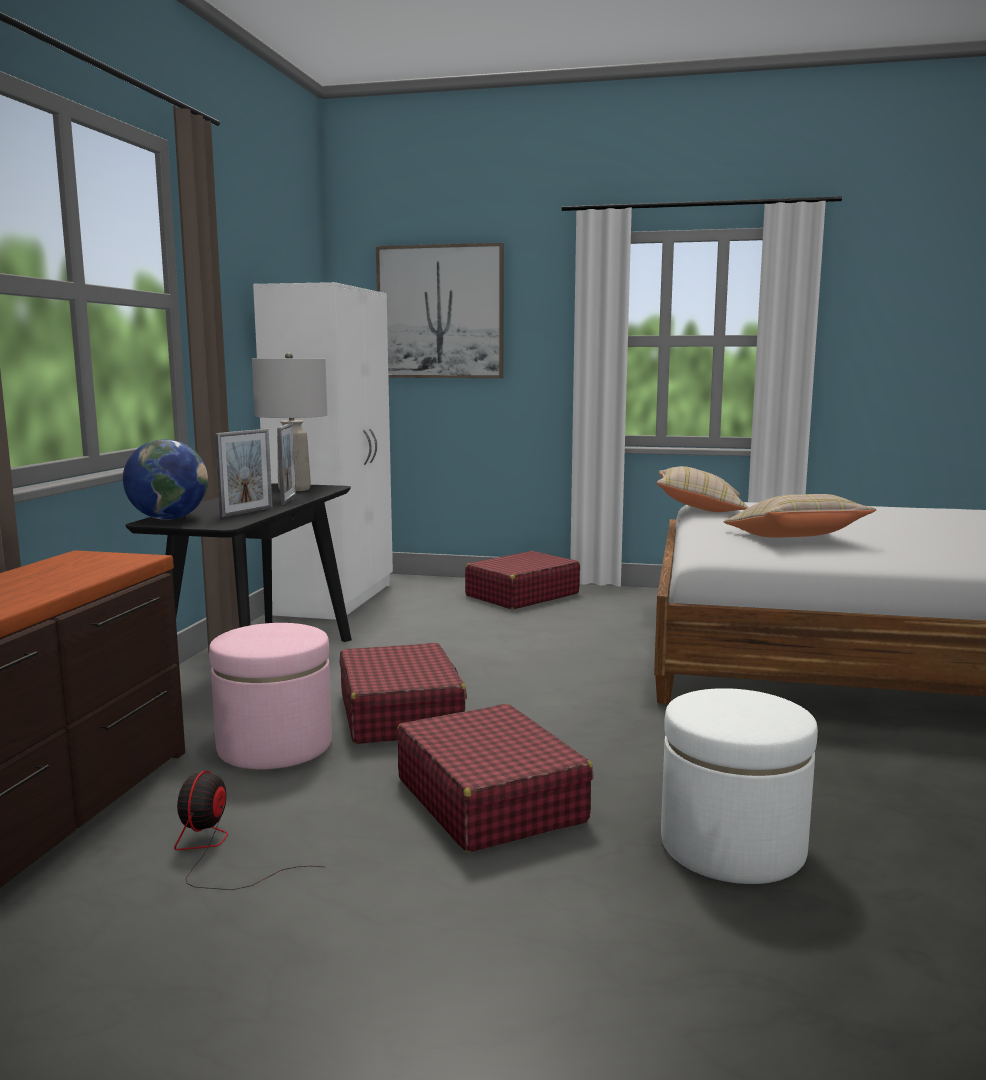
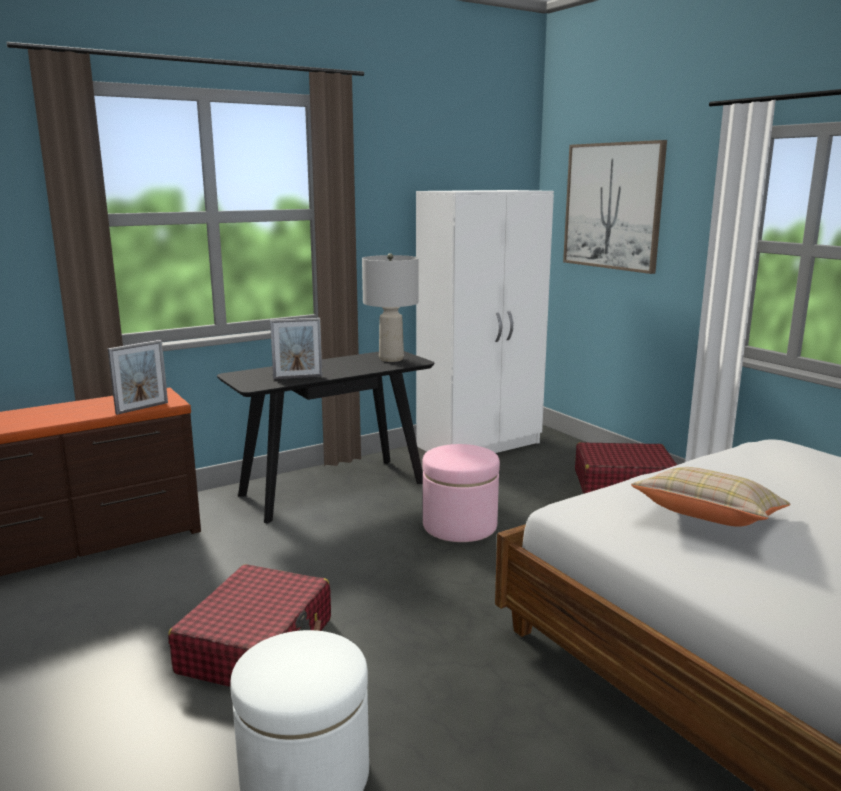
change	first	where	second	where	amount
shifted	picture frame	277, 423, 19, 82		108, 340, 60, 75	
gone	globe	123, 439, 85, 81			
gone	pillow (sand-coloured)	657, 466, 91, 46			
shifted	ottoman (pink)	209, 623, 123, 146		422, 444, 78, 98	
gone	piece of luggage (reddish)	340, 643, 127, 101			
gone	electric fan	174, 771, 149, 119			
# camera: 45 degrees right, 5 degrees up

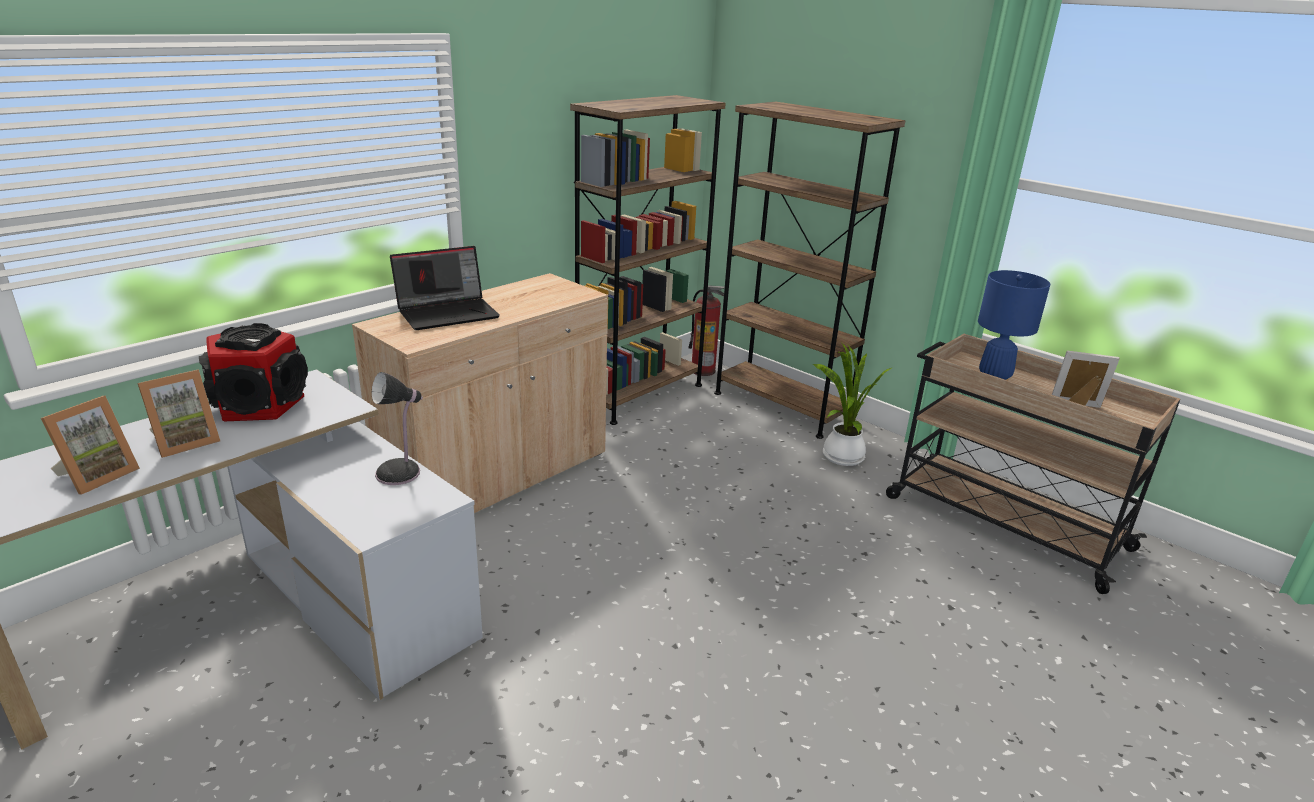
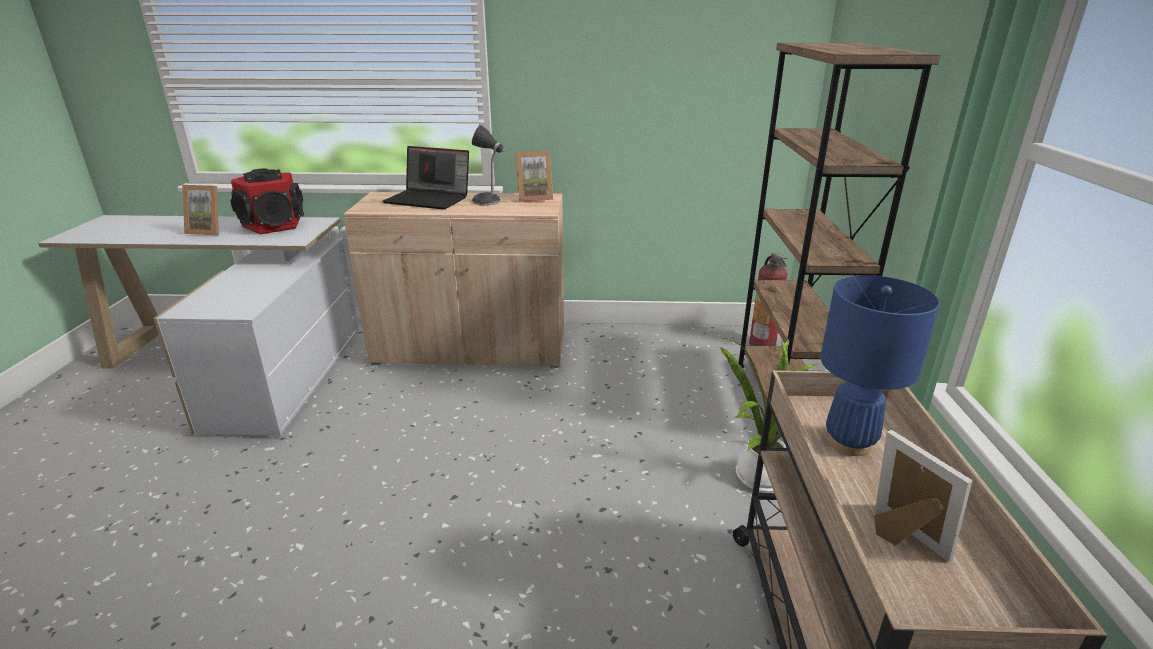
change	first	where	second	where	amount
gone	bookshelf (brown)	570, 95, 156, 330			
shifted	tabletop lamp	372, 372, 51, 113		472, 125, 33, 80	
shifted	picture frame	41, 396, 99, 99		516, 151, 37, 51	
# camera: 50 degrees right, 0 degrees up

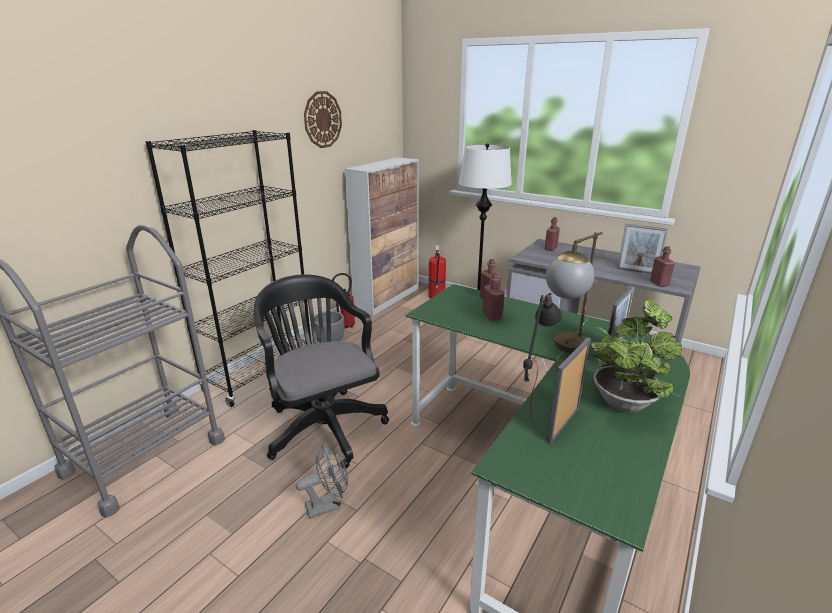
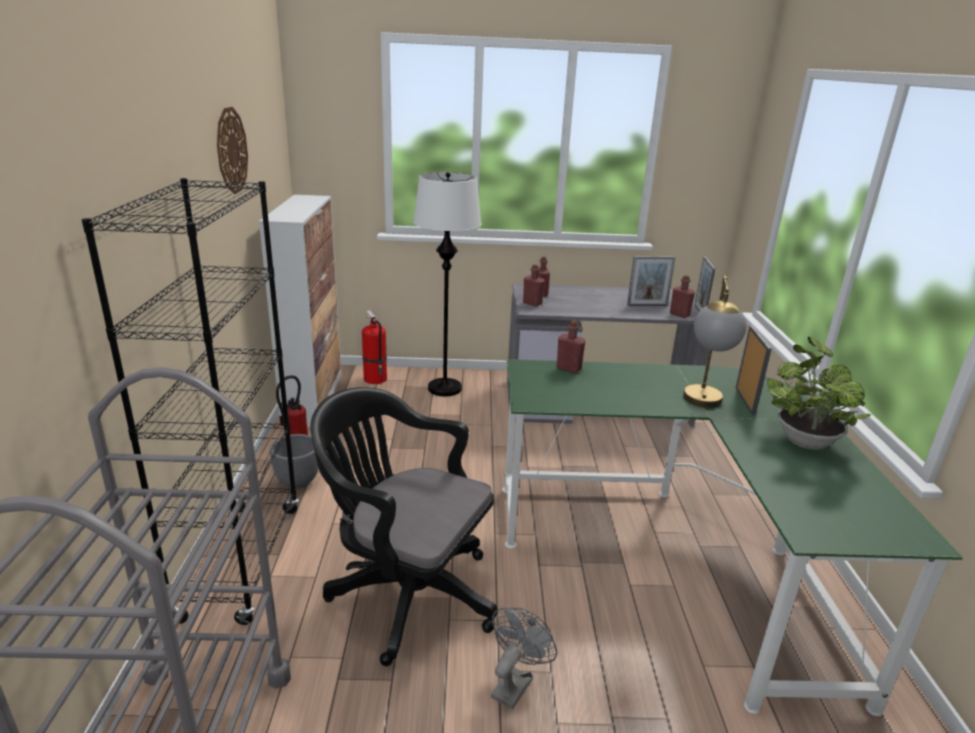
change	first	where	second	where	amount
shifted	drink bottle (reddish)	483, 273, 22, 48		523, 264, 22, 42	
gone	tabletop lamp (black-coloured)	523, 293, 40, 130			
shifted	picture frame	547, 338, 44, 106		694, 256, 21, 56	
# camera: 35 degrees left, 0 degrees up

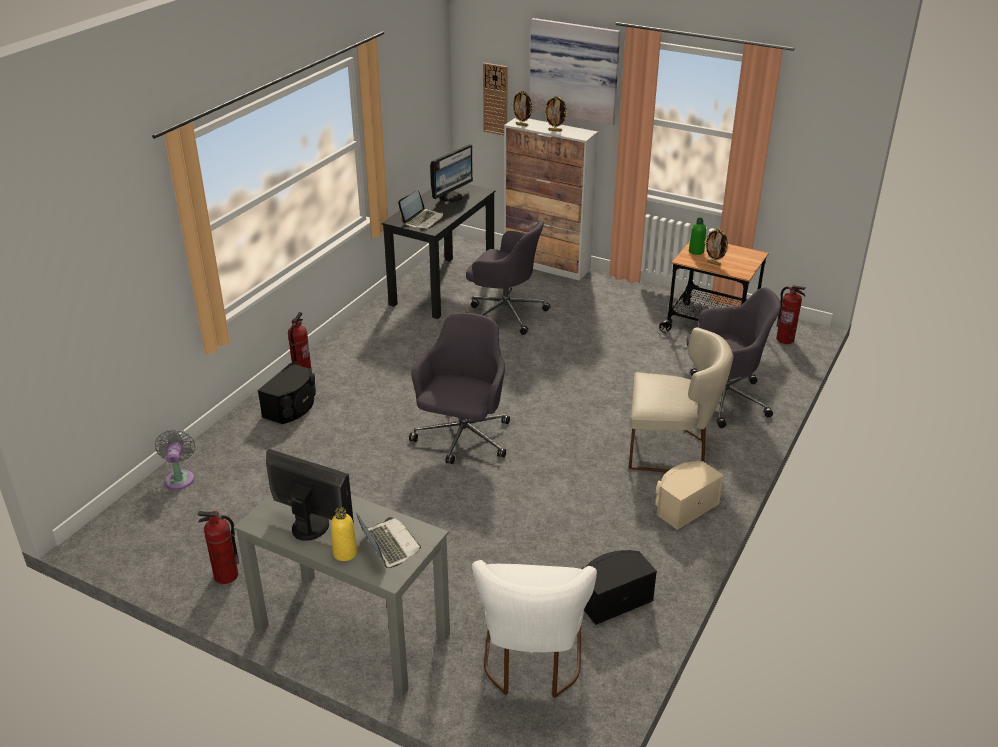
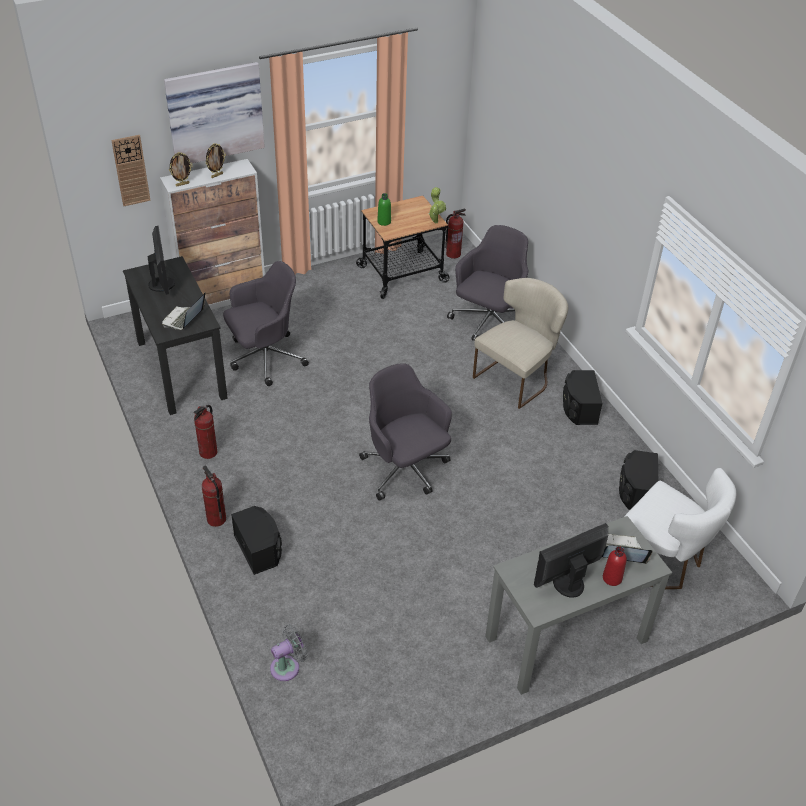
change	first	where	second	where	amount
rotated	portable computer	398, 190, 45, 39		162, 293, 43, 37	135 degrees counterclockwise
gone	picture frame	704, 229, 25, 37			
rotated	electric fan (greyish)	155, 429, 40, 61		270, 625, 38, 56	120 degrees clockwise
repainted	audio speaker (sand-coloured)	655, 461, 69, 69	audio speaker (black-coloured)	563, 370, 40, 55	
repainted	drink bottle (yellowish)	331, 507, 26, 54	drink bottle (reddish)	603, 546, 24, 40	
shifted	fire-fighting cylinder	198, 511, 41, 73		193, 405, 25, 54	
new			potted plant	428, 187, 18, 36	
# camera: 55 degrees left, 10 degrees up

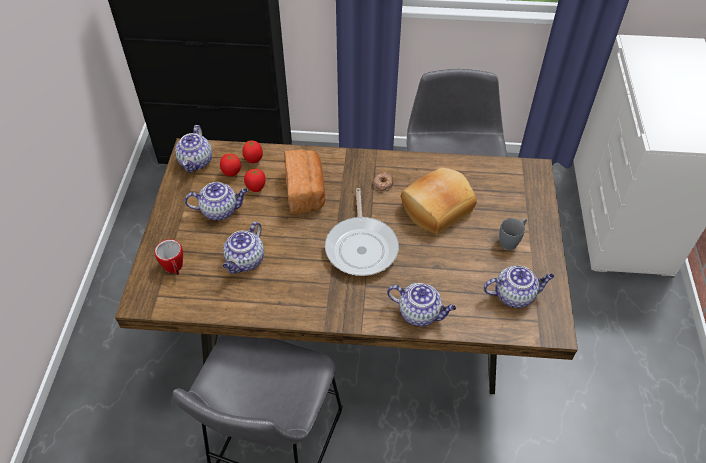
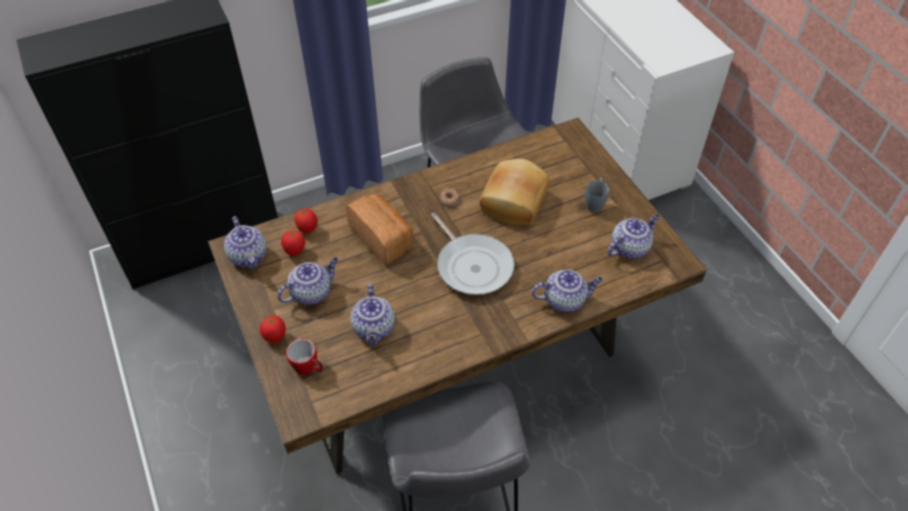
change	first	where	second	where	amount
shifted	fresh tomato	244, 169, 21, 23		260, 315, 26, 28	
# camera: 30 degrees left, 0 degrees up

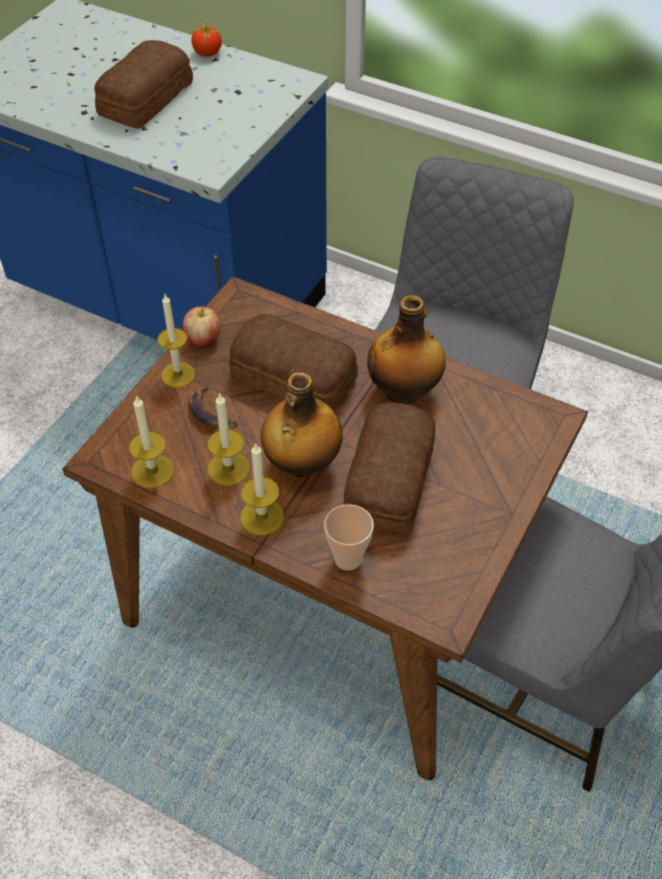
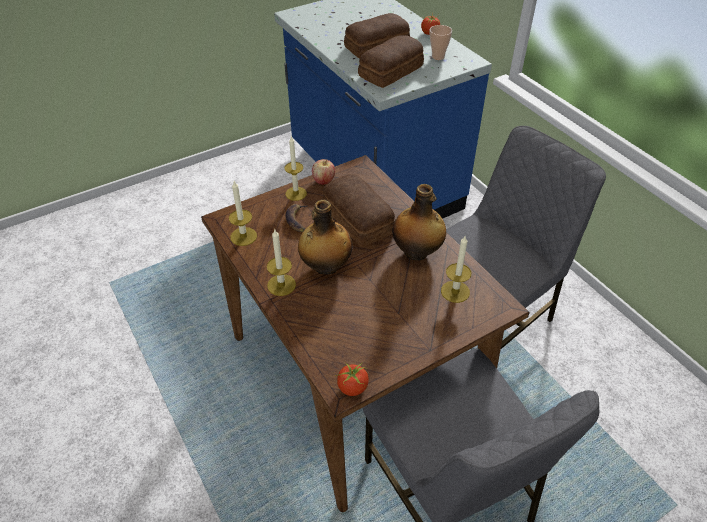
change	first	where	second	where	amount
shifted	candle	207, 392, 43, 94		441, 236, 30, 67	
shifted	baked bread	343, 402, 92, 132		358, 35, 66, 53	
shifted	cup	324, 504, 50, 67		430, 25, 22, 35	
new			fresh tomato	335, 362, 34, 34	
# camera: 30 degrees right, 5 degrees down

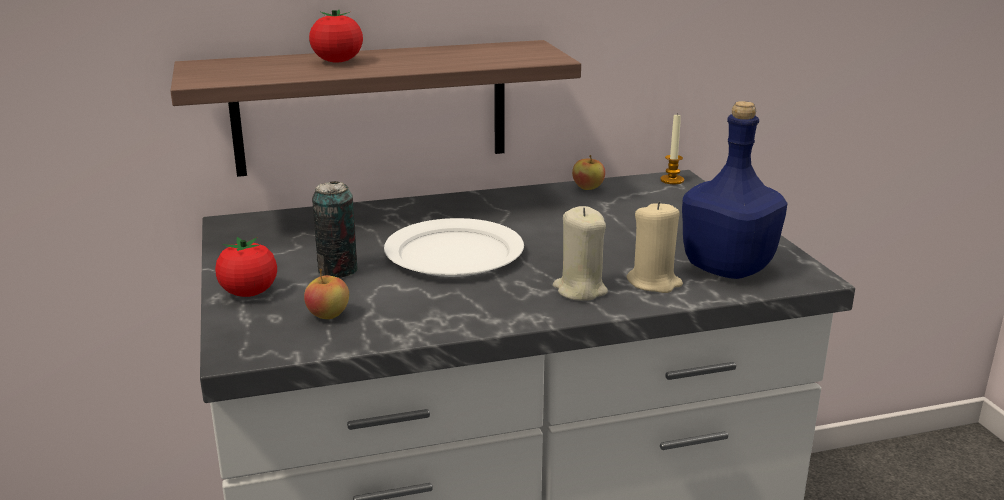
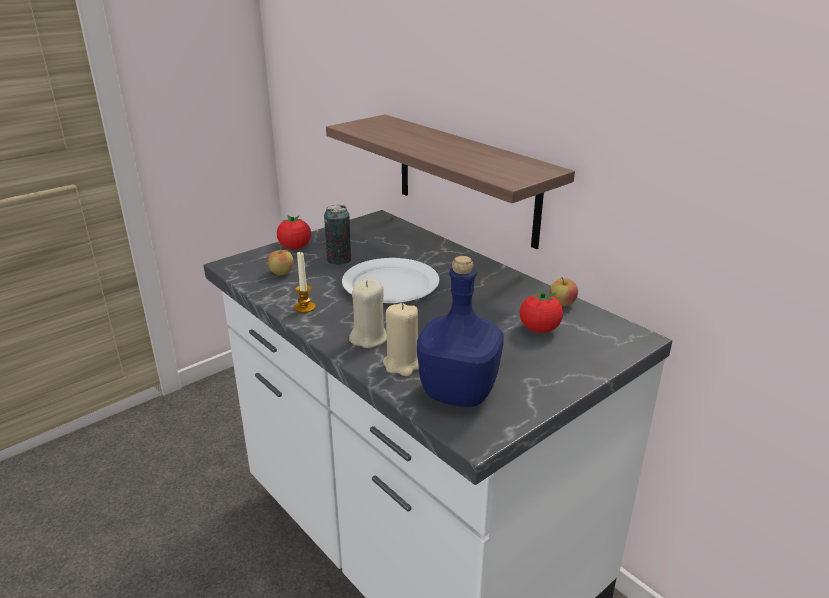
change	first	where	second	where	amount
shifted	fresh tomato	309, 10, 54, 53		520, 289, 43, 44	
shifted	candle	660, 112, 24, 72		294, 252, 22, 61	
# camera: 65 degrees right, 5 degrees up

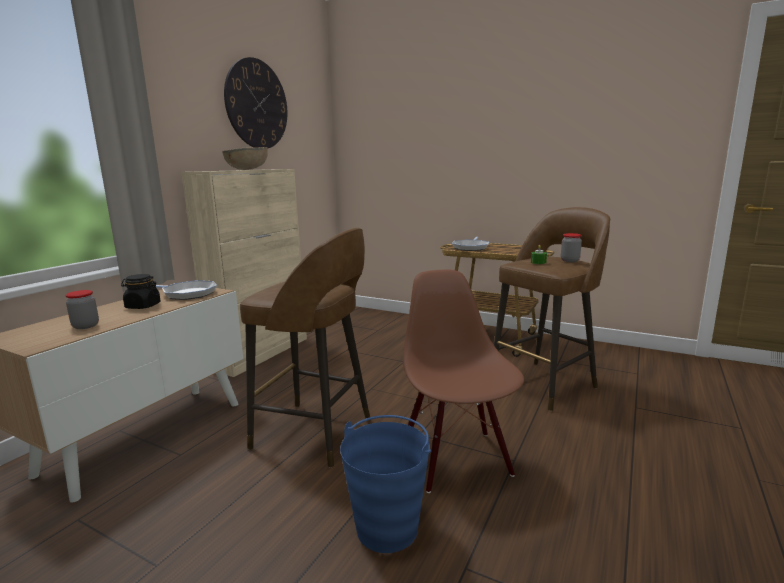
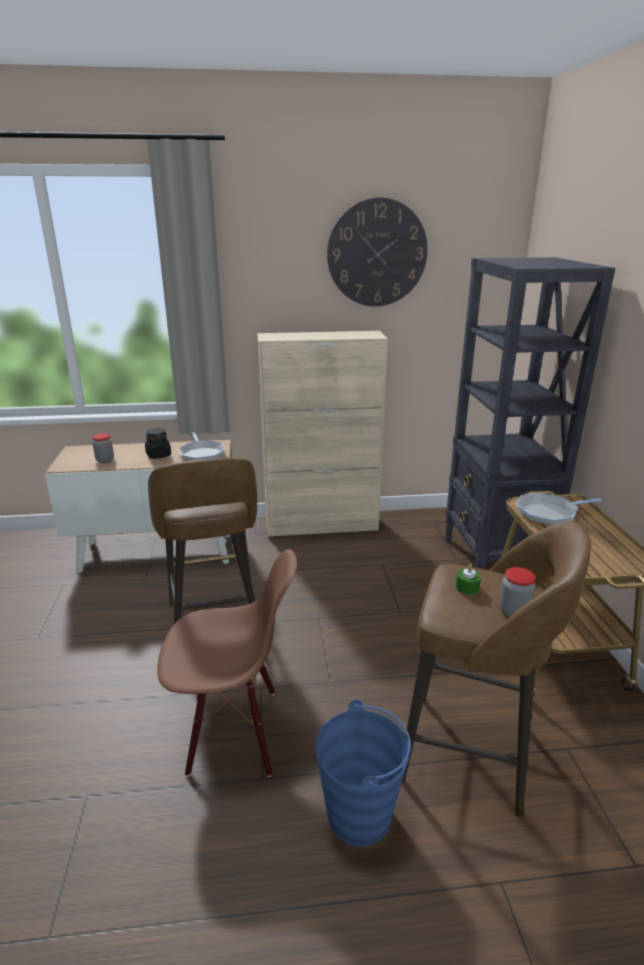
change	first	where	second	where	amount
gone	serving bowl (brown)	222, 147, 46, 23			
rotated	upright chair (brown)	403, 269, 121, 224		157, 549, 140, 228	45 degrees clockwise
shifted	bucket (bluish)	340, 415, 91, 138		315, 700, 96, 146	
new			bookshelf (black-coloured)	445, 257, 170, 312	
# camera: 55 degrees right, 10 degrees up

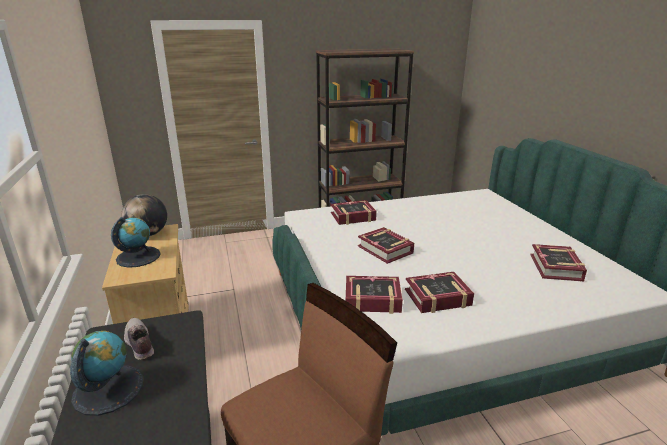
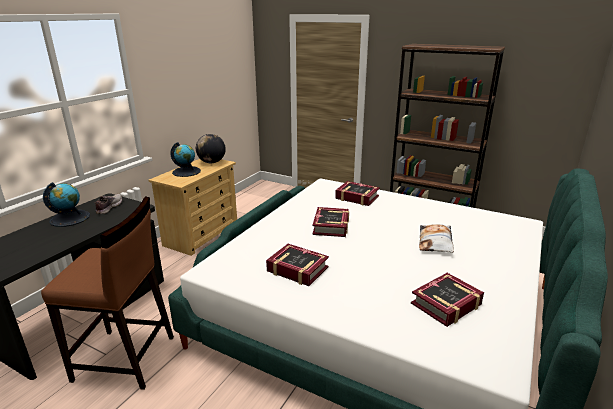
change	first	where	second	where	amount
gone	bound book	346, 276, 57, 38			
new			pillow	419, 224, 35, 29	
# camera: 45 degrees right, 0 degrees up

